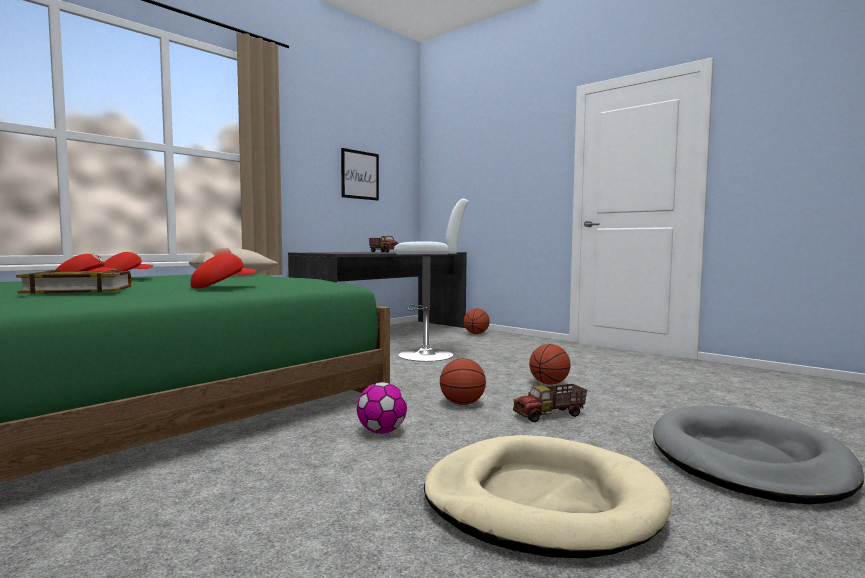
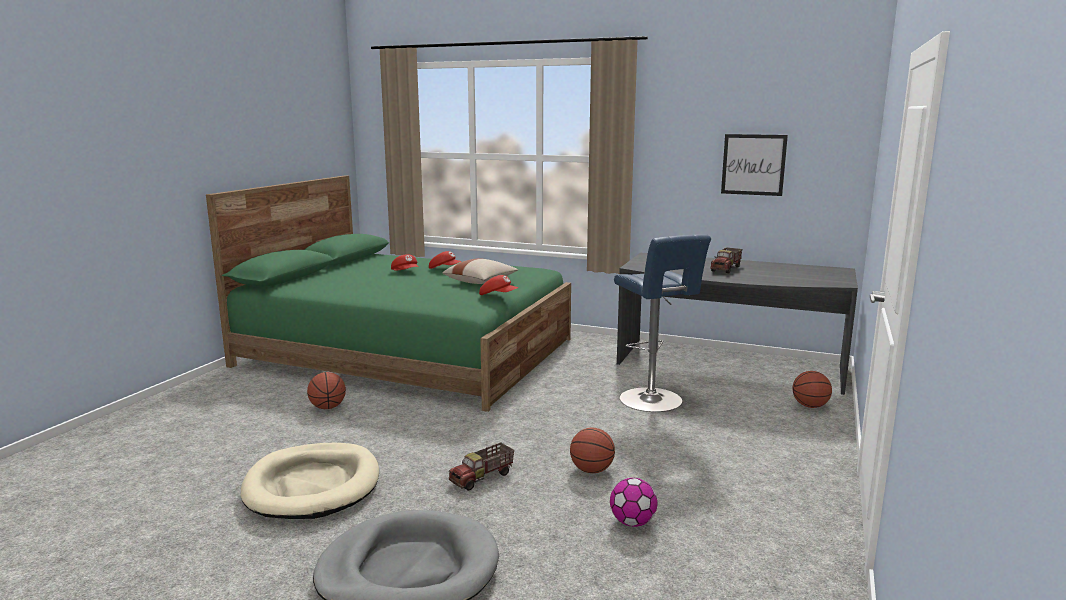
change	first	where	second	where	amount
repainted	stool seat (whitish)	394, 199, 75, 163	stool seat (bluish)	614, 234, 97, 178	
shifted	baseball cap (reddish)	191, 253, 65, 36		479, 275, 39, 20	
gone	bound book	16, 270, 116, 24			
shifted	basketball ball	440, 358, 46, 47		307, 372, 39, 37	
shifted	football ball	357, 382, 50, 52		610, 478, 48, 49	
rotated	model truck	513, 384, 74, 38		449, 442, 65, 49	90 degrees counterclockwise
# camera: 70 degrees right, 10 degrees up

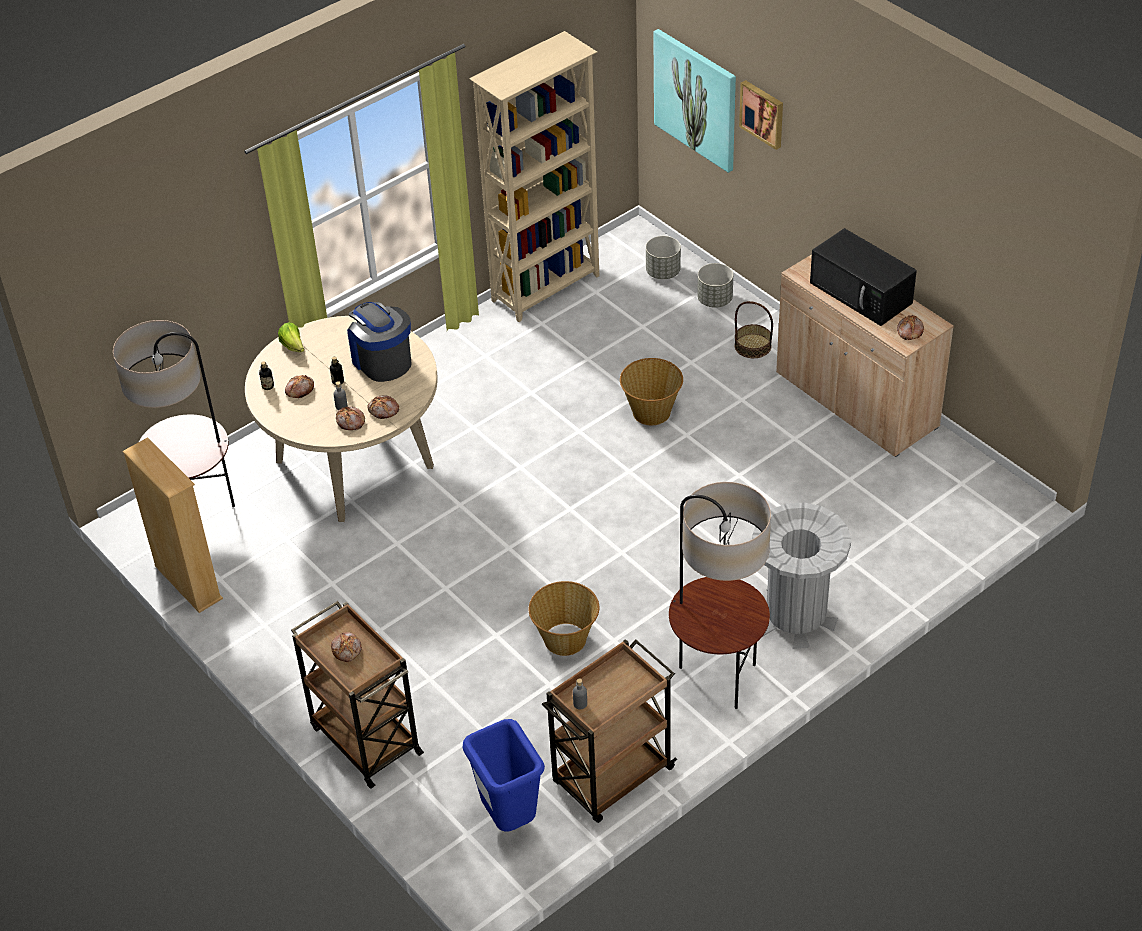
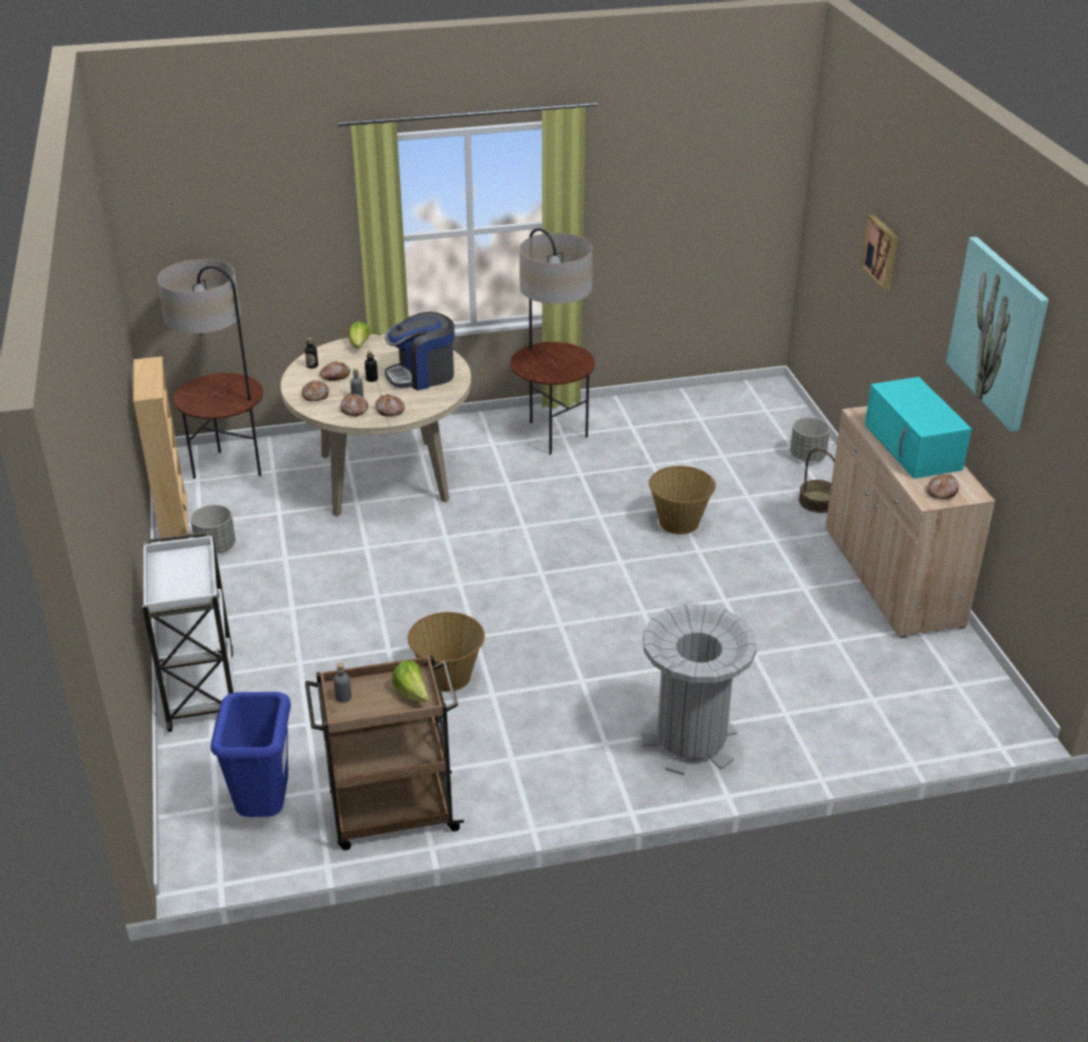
change	first	where	second	where	amount
shifted	wall art	653, 29, 83, 144		946, 237, 103, 195	
gone	bookshelf (sand-coloured)	469, 31, 130, 291			
repainted	microwave (black-coloured)	810, 228, 107, 98	microwave (blue-green)	865, 377, 106, 102	
shifted	flower pot (greyish)	646, 236, 35, 43		190, 505, 46, 49	
rotated	coffee maker	347, 302, 64, 80		385, 312, 70, 78	105 degrees counterclockwise
shifted	standard lamp	669, 482, 102, 227		511, 228, 84, 227	
repainted	cart (brown)	291, 601, 133, 188	cart (whitish)	142, 531, 92, 201	
shifted	baked bread	331, 632, 31, 30		302, 380, 27, 21	
new			lettuce head	392, 660, 37, 42	
# camera: 25 degrees right, 10 degrees down

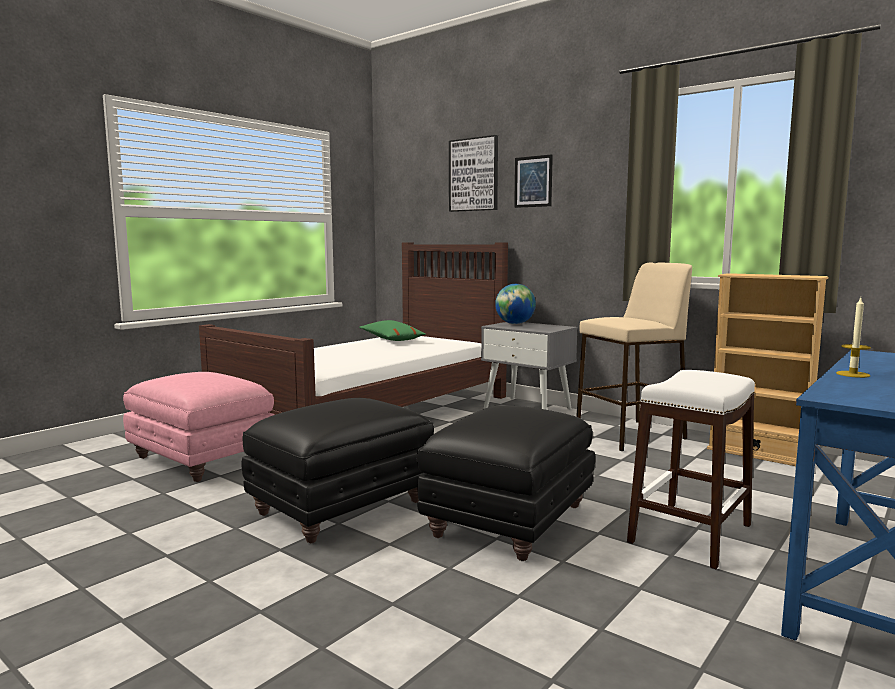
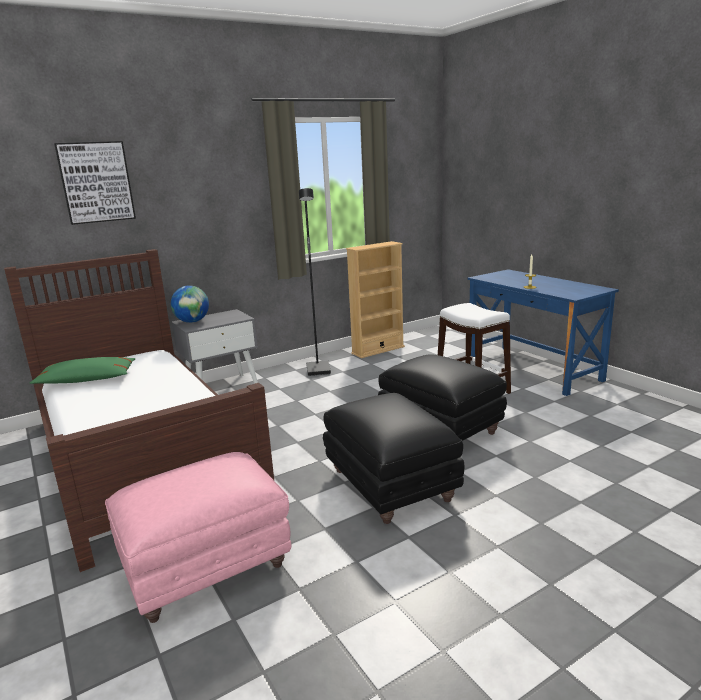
change	first	where	second	where	amount
gone	wall art	514, 154, 39, 54			
swapped	stool seat (sand-coloured)	576, 262, 116, 189	standard lamp (black-coloured)	299, 188, 32, 188	
# camera: 70 degrees left, 10 degrees up

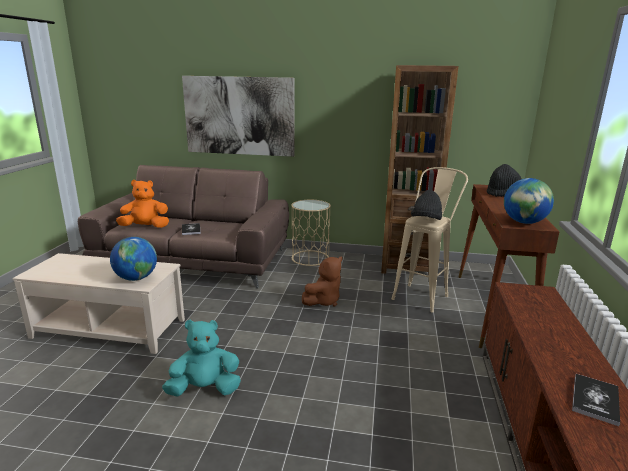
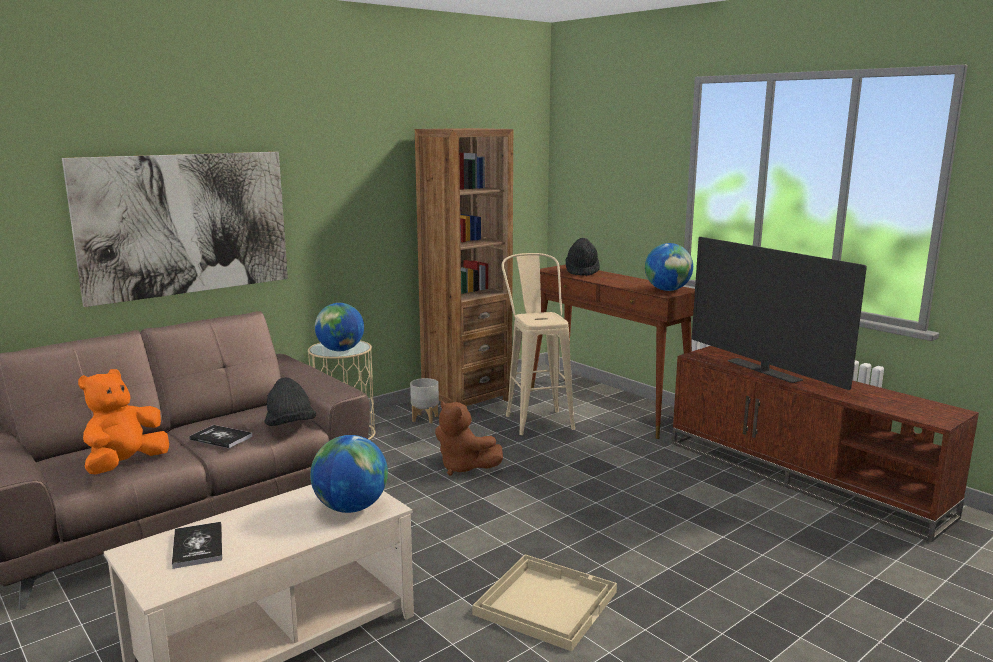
change	first	where	second	where	amount
shifted	hat (black-coloured)	411, 190, 31, 30		264, 377, 52, 49	
rotated	cuddly toy (brown)	302, 256, 41, 51		435, 401, 68, 75	135 degrees clockwise
swapped	cuddly toy (blue-green)	162, 320, 79, 77	carrying tray (sand-coloured)	472, 555, 145, 97	
shifted	bound book	572, 374, 48, 52		172, 522, 50, 47	
new			TV set	692, 237, 175, 153	
new			globe	315, 303, 49, 48	
new			flower pot (greyish)	410, 378, 29, 46	
# camera: 50 degrees left, 5 degrees down

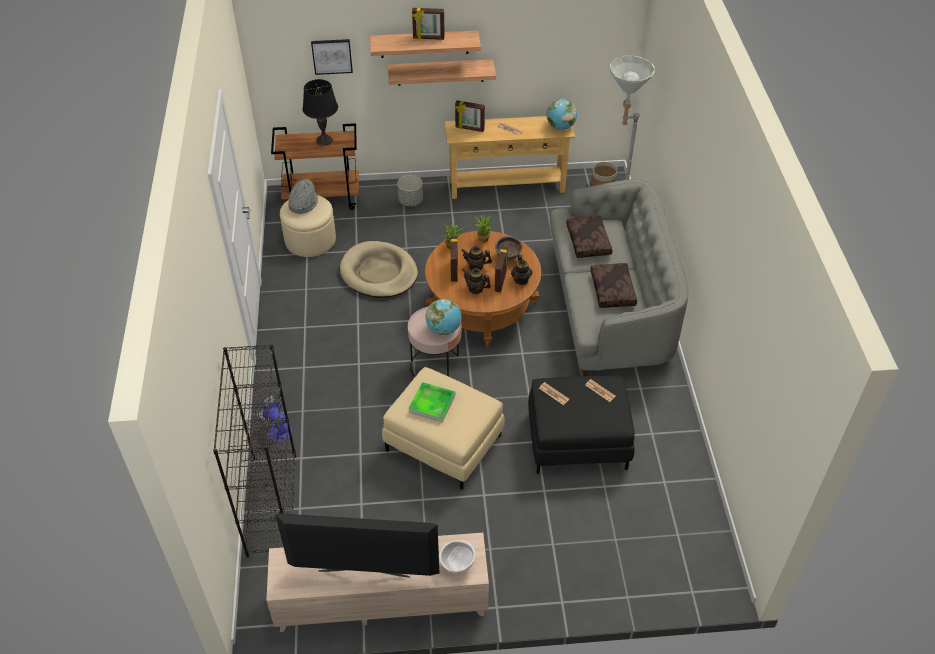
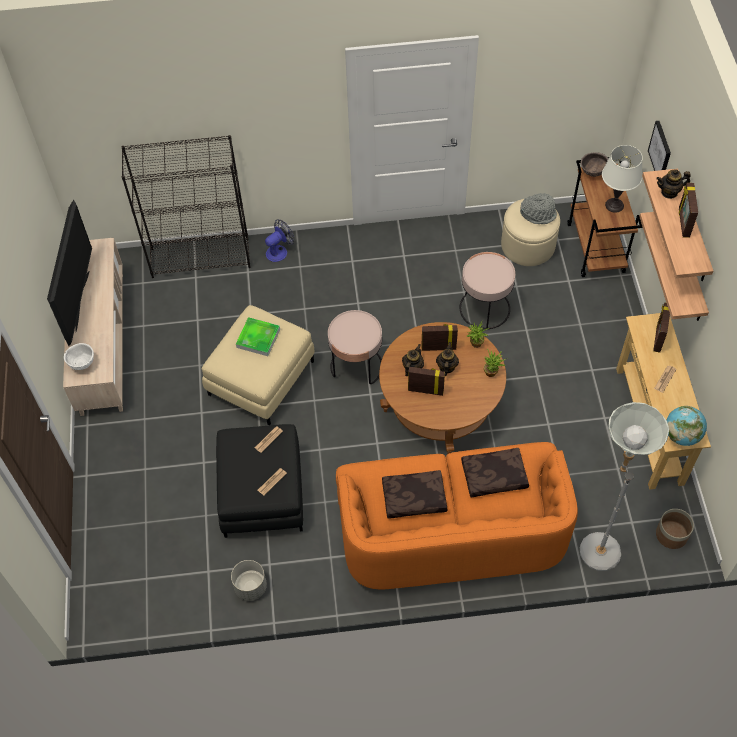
change	first	where	second	where	amount
repainted	tabletop lamp (black-coloured)	302, 79, 36, 67	tabletop lamp (whitish)	602, 145, 41, 68	
shifted	flower pot (greyish)	397, 175, 26, 31		231, 560, 36, 41	
repainted	sofa (greyish)	550, 179, 138, 197	sofa (orangey)	336, 442, 242, 148	
shifted	serving bowl (brown)	495, 236, 27, 24		581, 152, 27, 25	
swapped	pet bed (sand-coloured)	340, 241, 78, 57	side table (pink)	460, 252, 55, 77	
shifted	pot for tea	511, 255, 21, 30		656, 169, 35, 30	
gone	globe	425, 299, 37, 36			
# camera: 90 degrees right, 10 degrees up

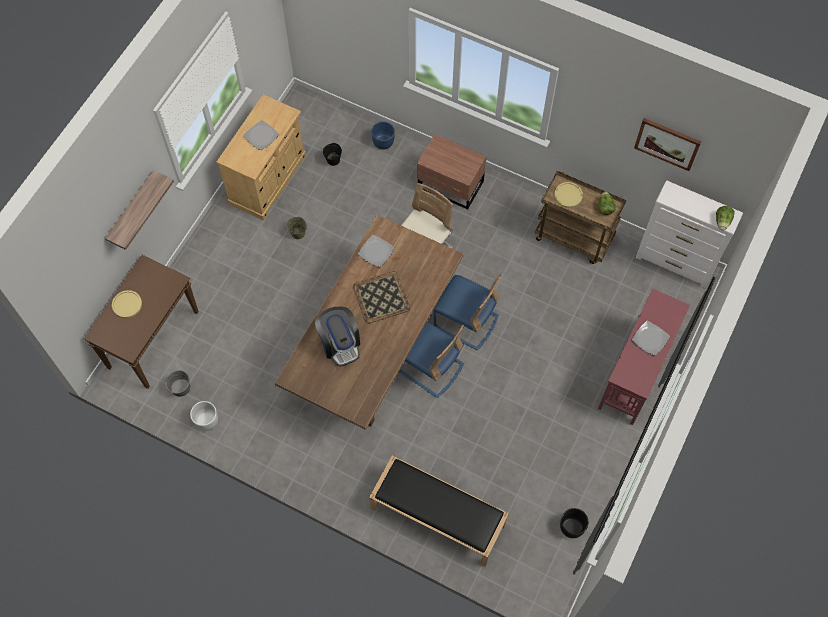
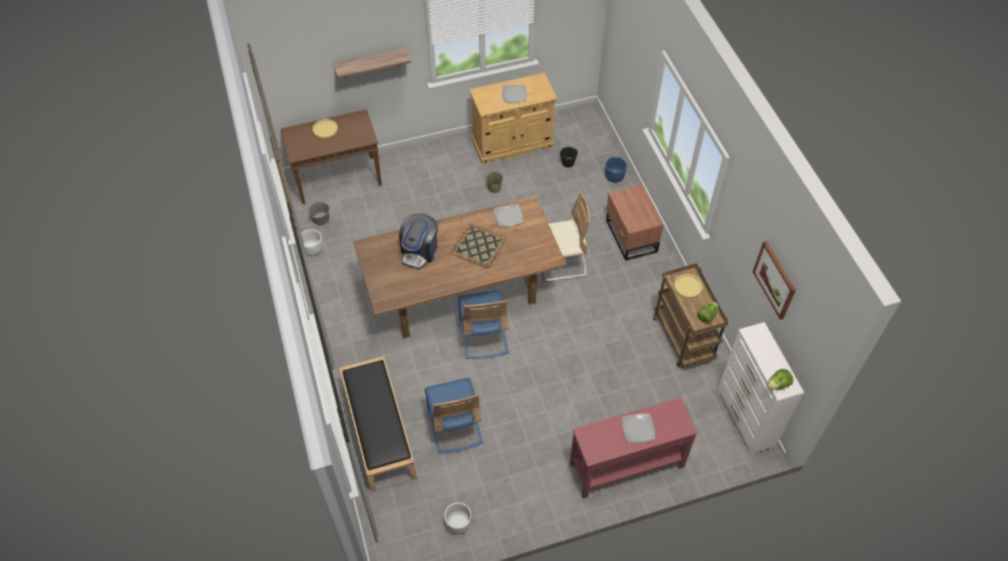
change	first	where	second	where	amount
shifted	upright chair (bluish)	433, 273, 69, 77		425, 378, 58, 76	
repainted	flower pot (black-coloured)	560, 508, 28, 30	flower pot (whitish)	444, 503, 28, 32	
# camera: 45 degrees right, 10 degrees down

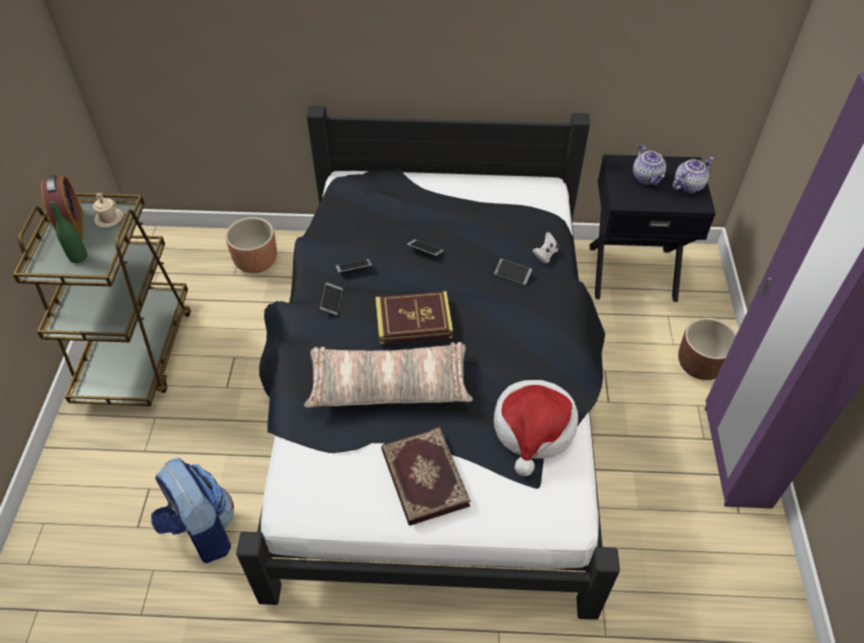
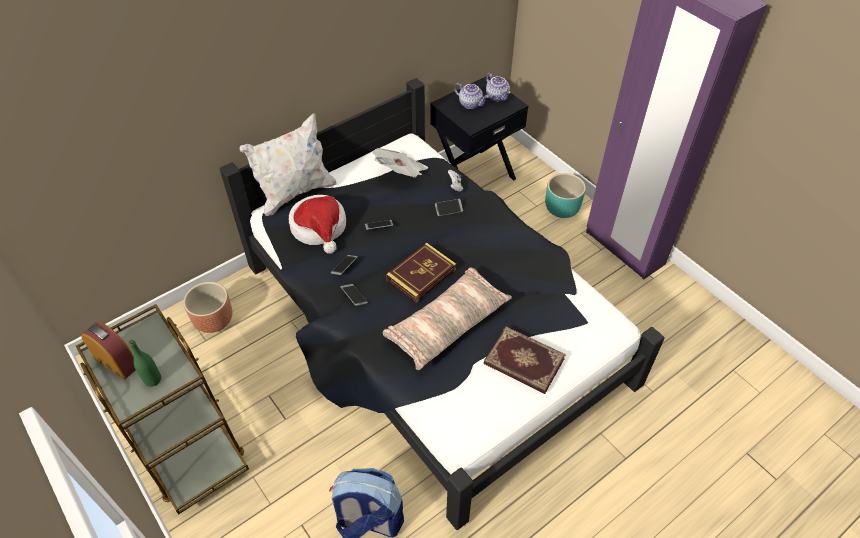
change	first	where	second	where	amount
rotated	pot for tea	673, 157, 41, 36		486, 73, 25, 28	135 degrees clockwise
gone	mug (sand-coloured)	93, 193, 30, 34			
repainted	flower pot (brown)	678, 318, 59, 62	flower pot (blue-green)	545, 173, 41, 45	
shifted	hat	494, 380, 84, 97		289, 195, 57, 59	
new			pillow (whitish)	239, 113, 98, 103	
new			daily paper	373, 148, 55, 29	
# camera: 40 degrees left, 0 degrees up

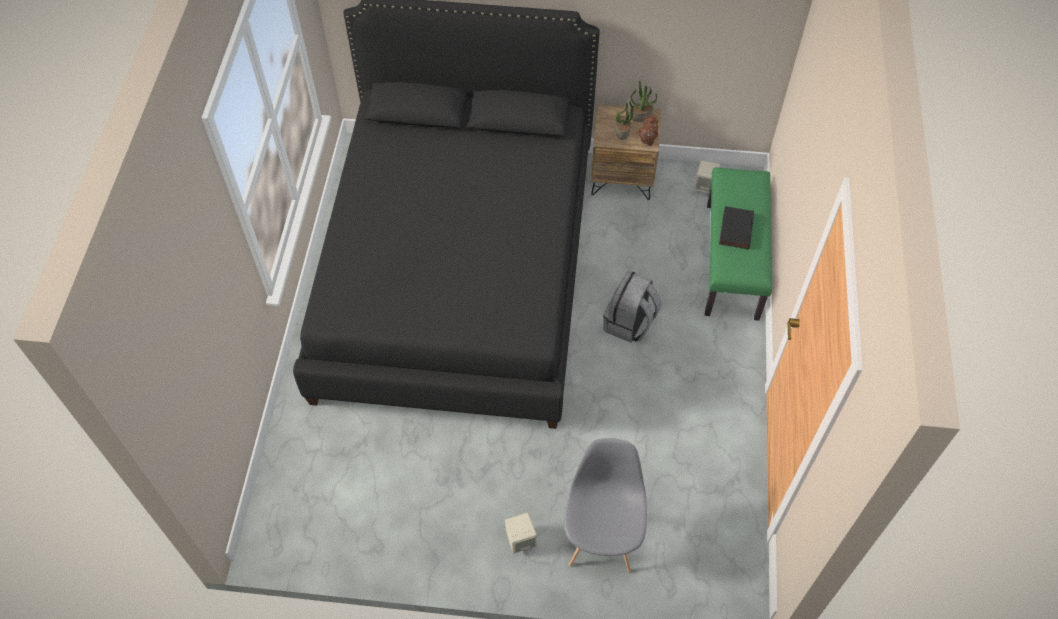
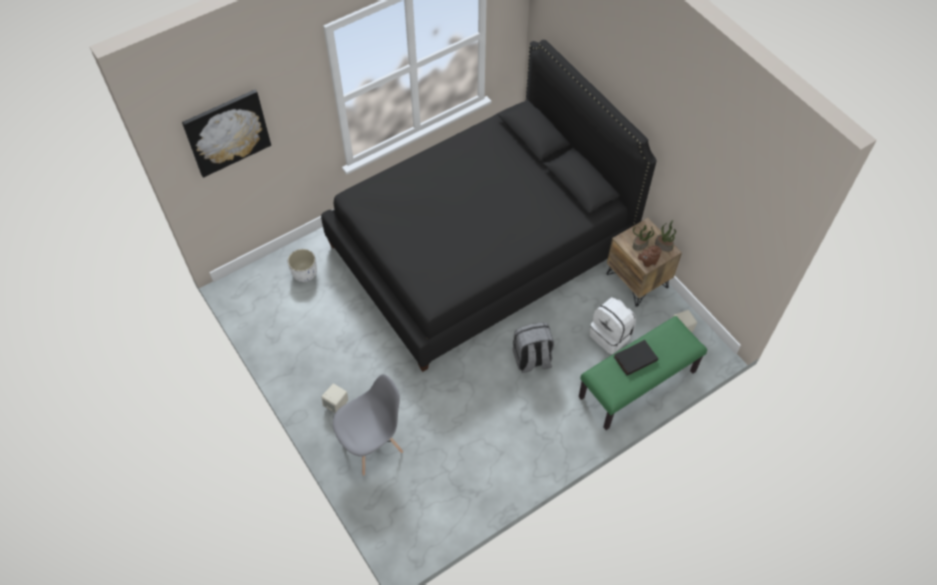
change	first	where	second	where	amount
new			wall art	182, 90, 89, 88	
new			flower pot (whitish)	288, 249, 29, 33	
new			rucksack (whitish)	589, 297, 47, 58	
# camera: 50 degrees right, 0 degrees up

